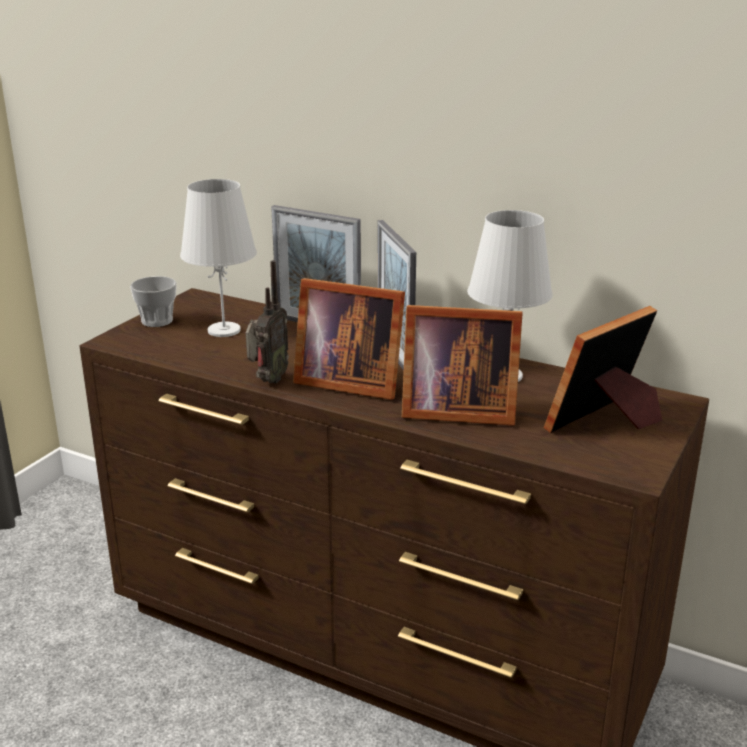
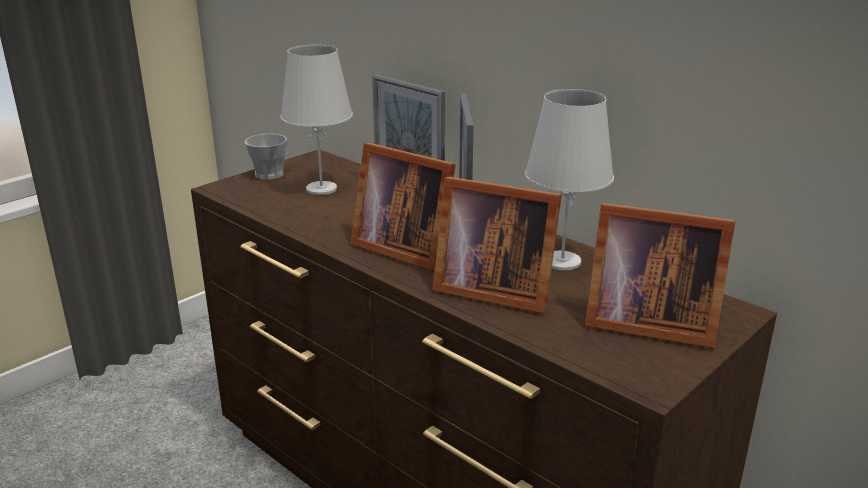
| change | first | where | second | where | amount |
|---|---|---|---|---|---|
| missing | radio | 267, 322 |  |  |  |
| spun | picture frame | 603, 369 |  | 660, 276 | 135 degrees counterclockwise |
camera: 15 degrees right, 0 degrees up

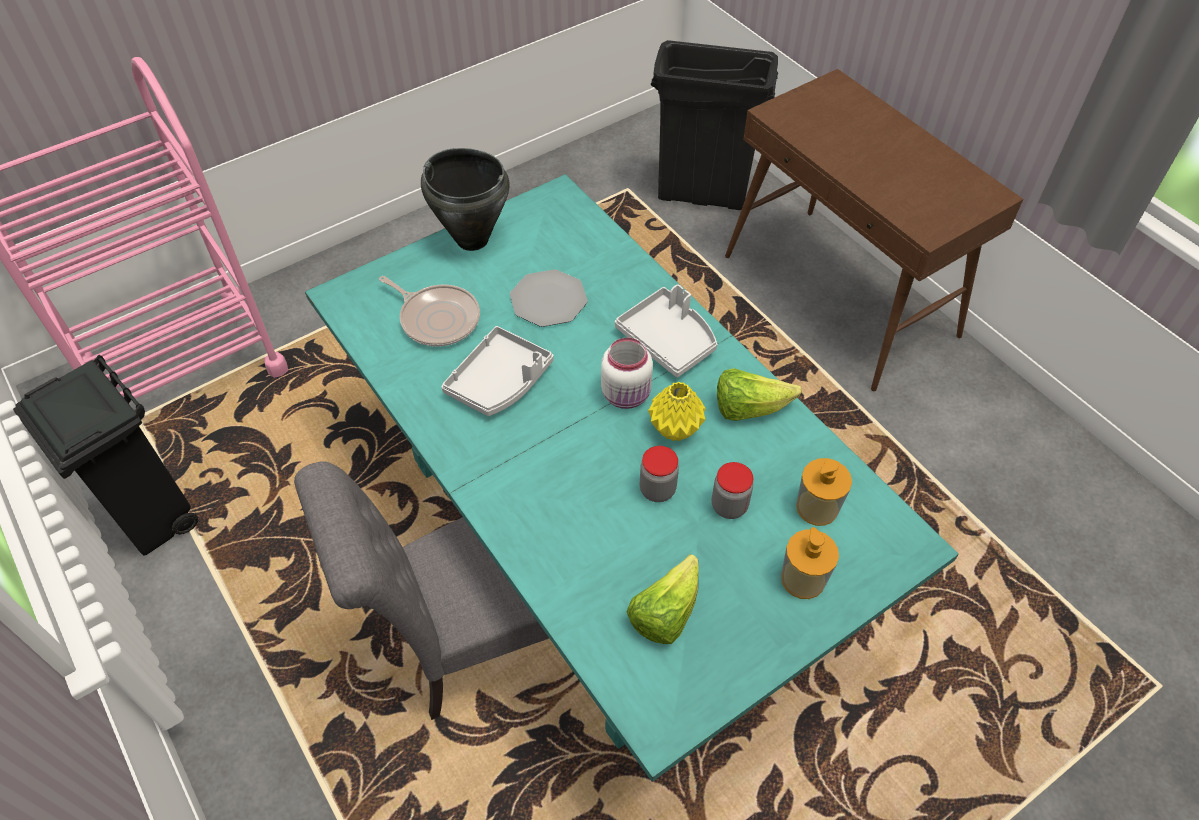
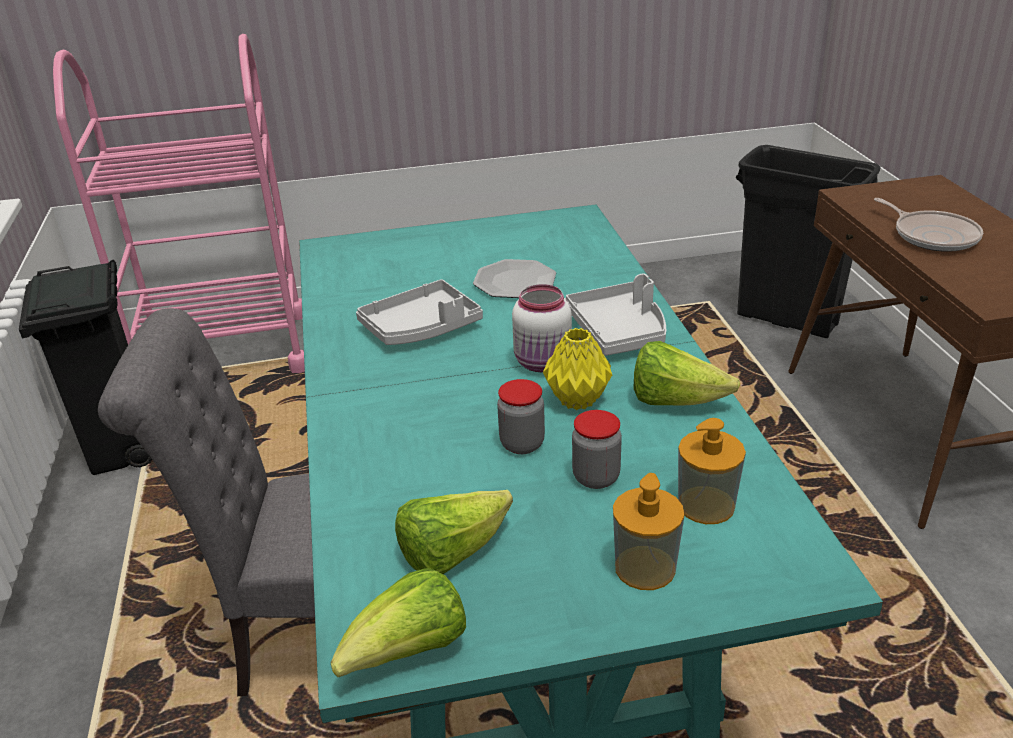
| change | first | where | second | where | amount |
|---|---|---|---|---|---|
| missing | cooking pot (black) | 465, 199 |  |  |  |
| appeared |  |  | lettuce | 398, 622 |  |
| relocated | frying pan | 429, 311 |  | 928, 225 |  |
camera: 25 degrees right, 20 degrees down

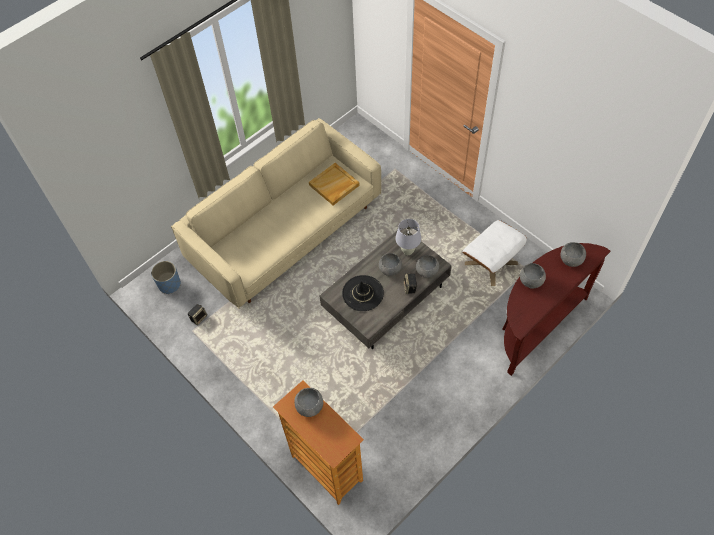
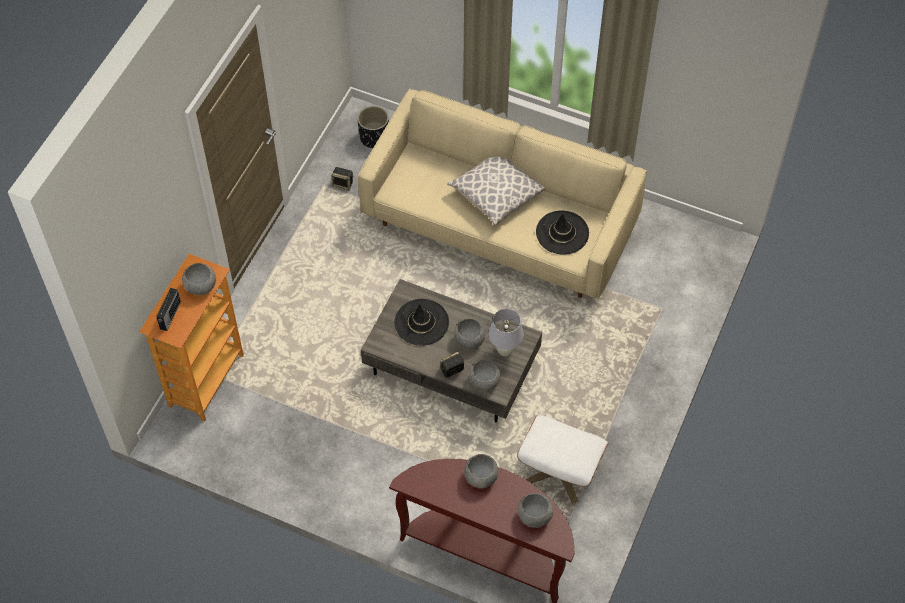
| change | first | where | second | where | amount |
|---|---|---|---|---|---|
| appeared |  |  | radio | 168, 309 |  |
| appeared |  |  | pillow | 496, 191 |  |
| exchanged | tray (beige) | 334, 184 | hat (black) | 562, 232 |  |
| colour | planter (blue) | 166, 277 | planter (black) | 373, 127 |  |
camera: 65 degrees right, 0 degrees up

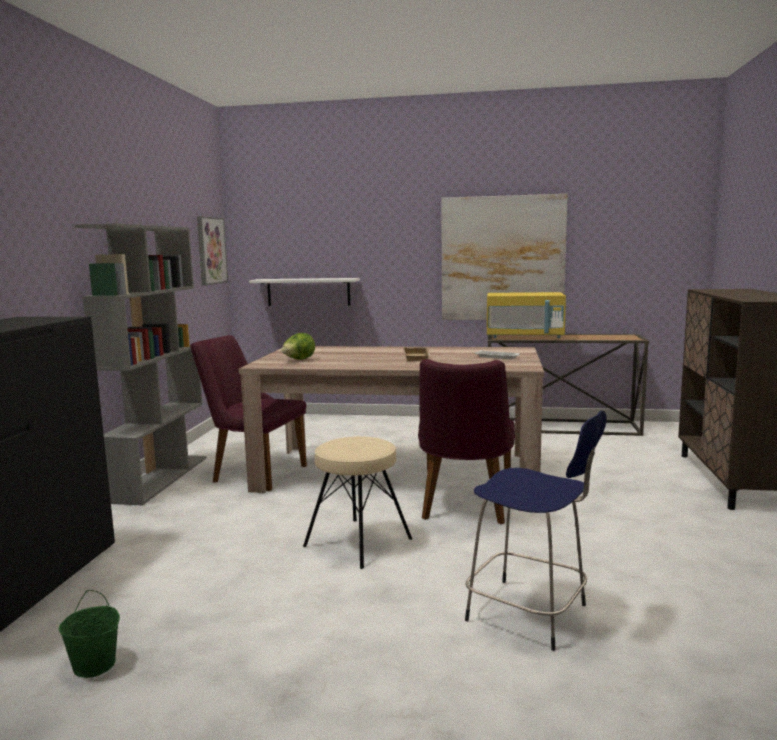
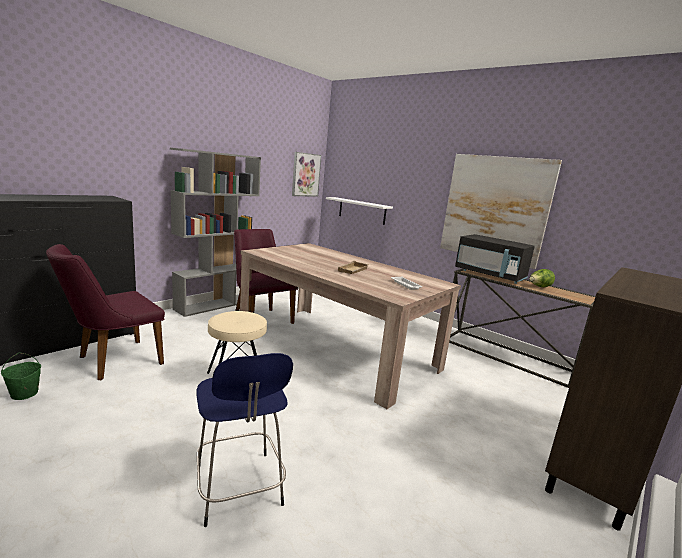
| change | first | where | second | where | amount |
|---|---|---|---|---|---|
| relocated | lettuce | 298, 346 |  | 542, 278 |  |
| relocated | chair (purple) | 466, 441 |  | 105, 312 |  |
| colour | microwave (yellow) | 526, 315 | microwave (black) | 495, 259 |  |
camera: 30 degrees right, 5 degrees up

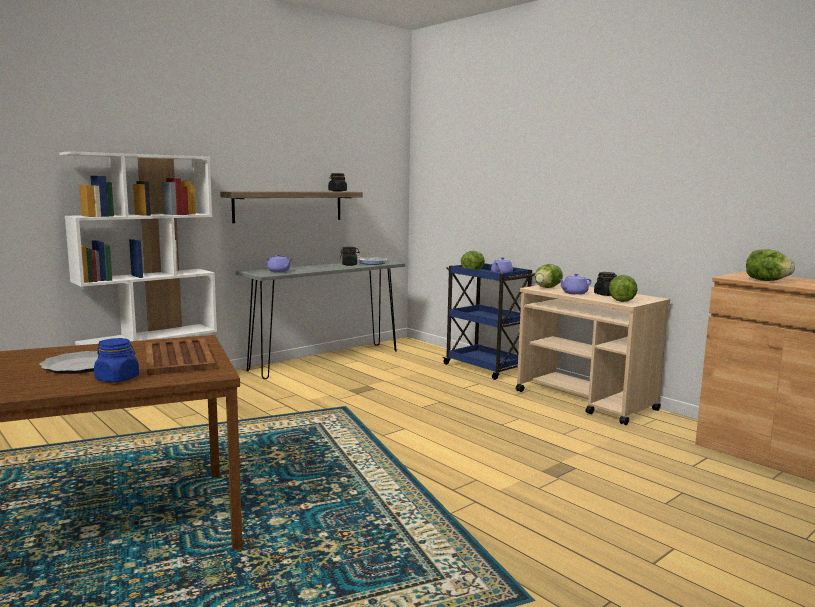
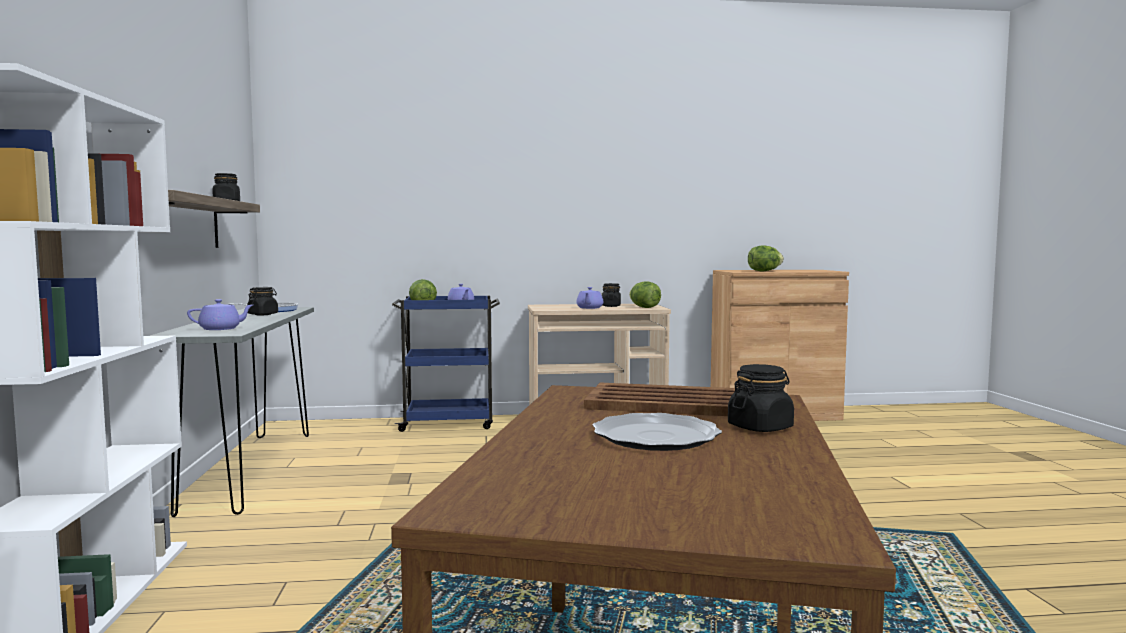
| change | first | where | second | where | amount |
|---|---|---|---|---|---|
| missing | lettuce | 549, 276 |  |  |  |
| colour | jar (blue) | 116, 360 | jar (black) | 761, 398 |  |
camera: 55 degrees left, 5 degrees down

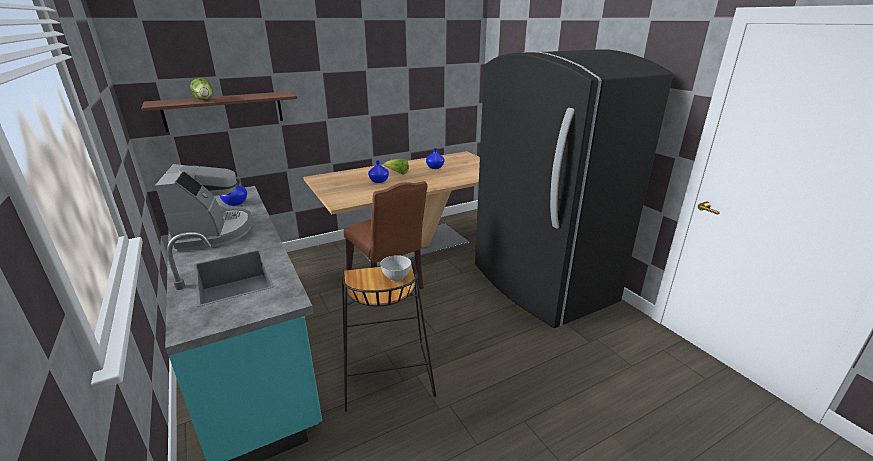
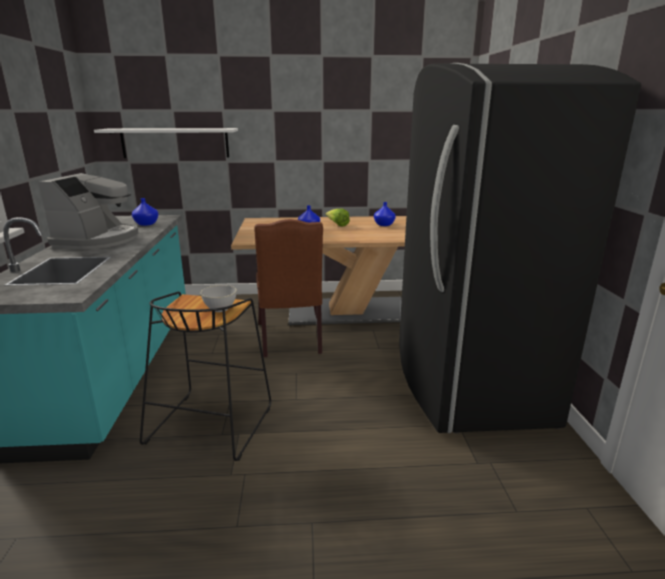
| change | first | where | second | where | amount |
|---|---|---|---|---|---|
| missing | lettuce | 201, 89 |  |  |  |
| colour | shelf (brown) | 219, 111 | shelf (white) | 166, 143 |  |
camera: 25 degrees right, 5 degrees down

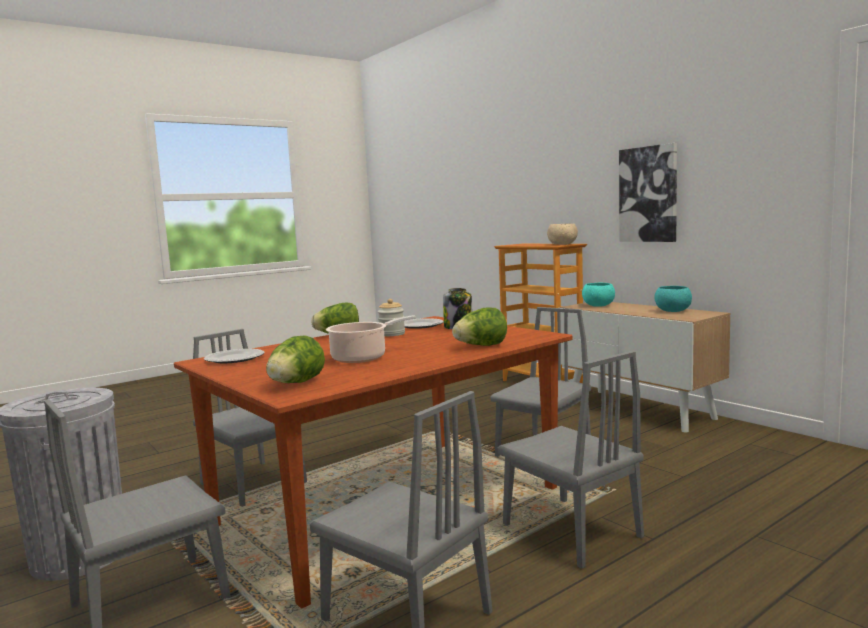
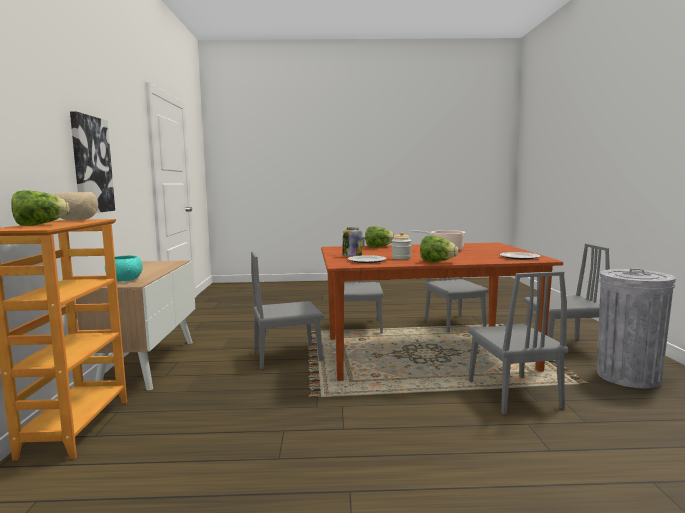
| change | first | where | second | where | amount |
|---|---|---|---|---|---|
| missing | bowl (turquoise) | 673, 299 |  |  |  |
| relocated | lettuce | 295, 359 |  | 40, 208 |  |
camera: 145 degrees left, 0 degrees up

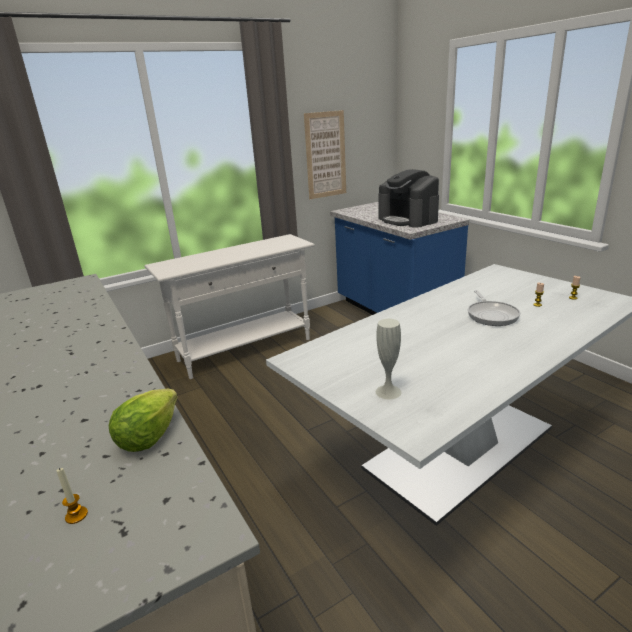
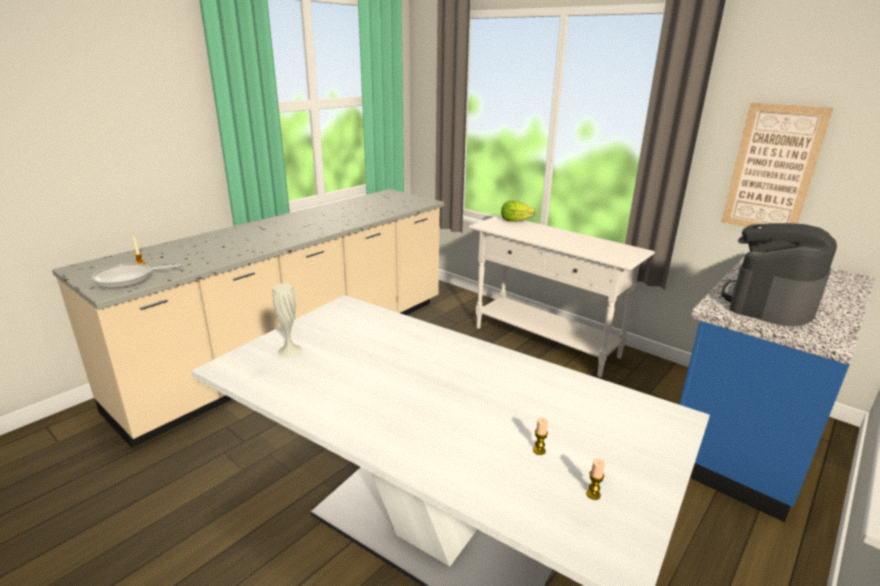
| change | first | where | second | where | amount |
|---|---|---|---|---|---|
| relocated | lettuce | 143, 420 |  | 518, 211 |  |
| relocated | frying pan | 494, 308 |  | 136, 275 |  |
camera: 70 degrees right, 0 degrees up

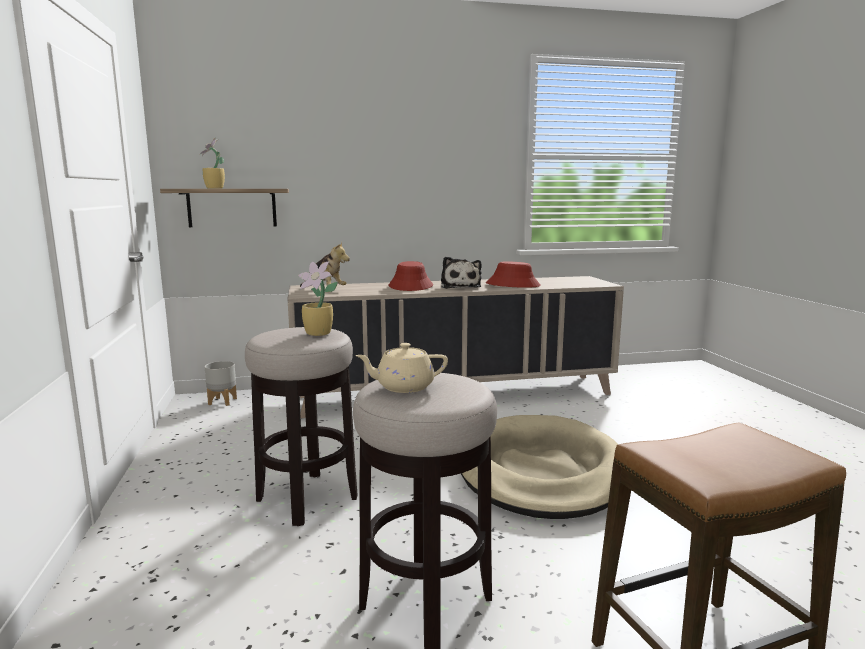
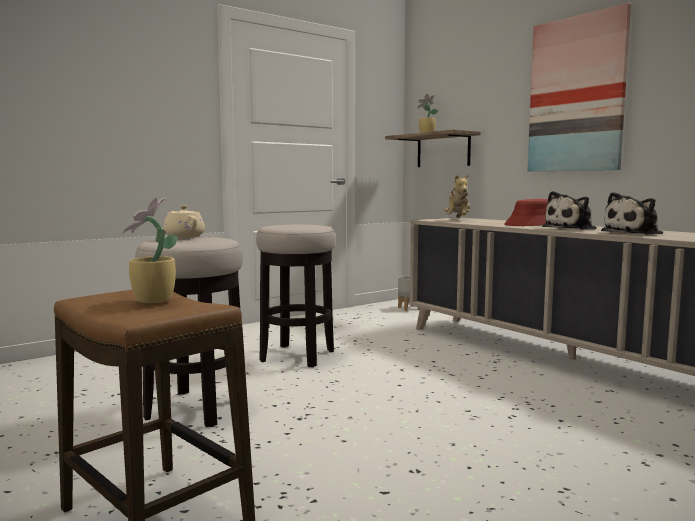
| change | first | where | second | where | amount |
|---|---|---|---|---|---|
| missing | dog bed (beige) | 539, 467 |  |  |  |
| appeared |  |  | picture | 579, 87 |  |
| relocated | potted plant | 318, 298 |  | 150, 250 |  |
| exchanged | hat (red) | 513, 274 | plush toy | 632, 213 |  |
camera: 65 degrees right, 5 degrees down

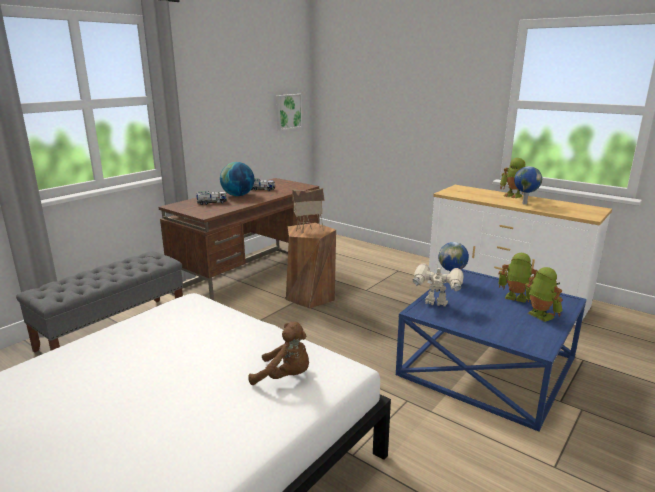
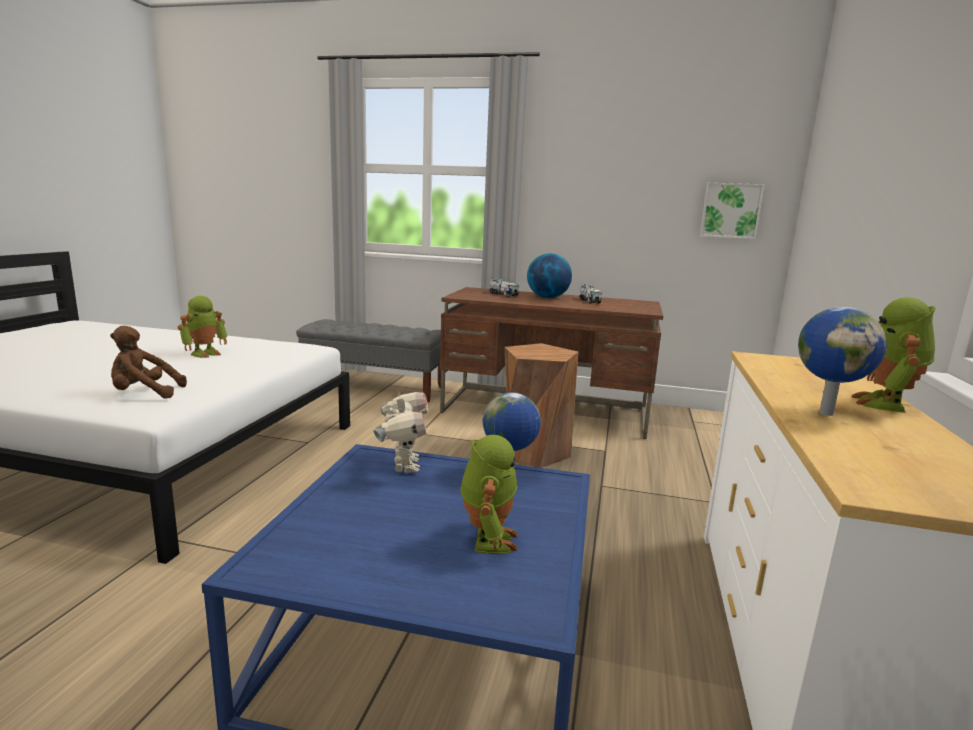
| change | first | where | second | where | amount |
|---|---|---|---|---|---|
| missing | toy house | 308, 210 |  |  |  |
| relocated | toy robot | 544, 294 |  | 202, 327 |  |
| spun | plush toy (brown) | 278, 353 |  | 148, 362 | 90 degrees clockwise |
camera: 65 degrees right, 5 degrees down

